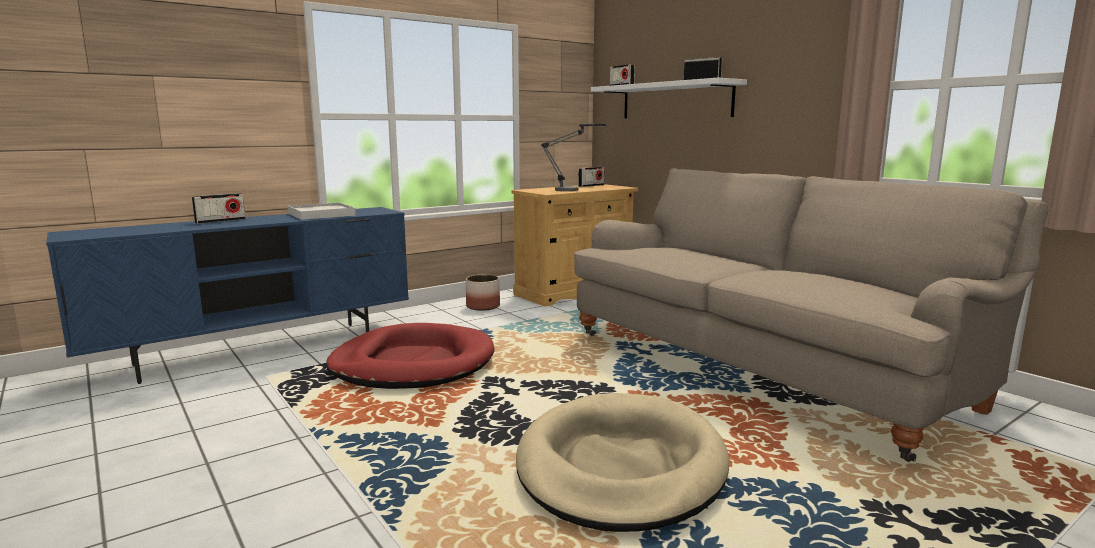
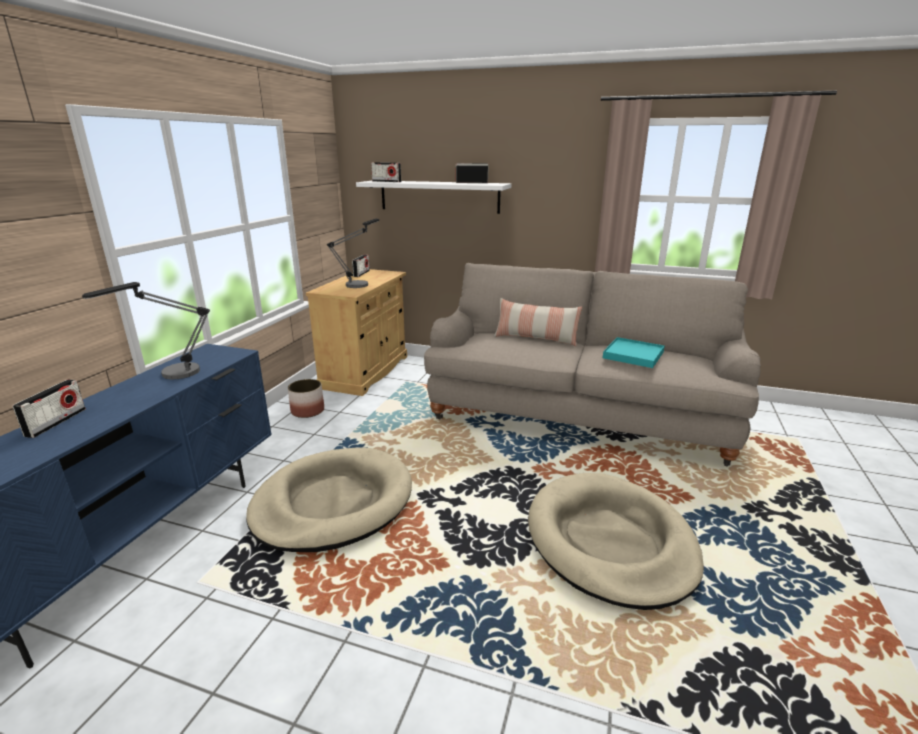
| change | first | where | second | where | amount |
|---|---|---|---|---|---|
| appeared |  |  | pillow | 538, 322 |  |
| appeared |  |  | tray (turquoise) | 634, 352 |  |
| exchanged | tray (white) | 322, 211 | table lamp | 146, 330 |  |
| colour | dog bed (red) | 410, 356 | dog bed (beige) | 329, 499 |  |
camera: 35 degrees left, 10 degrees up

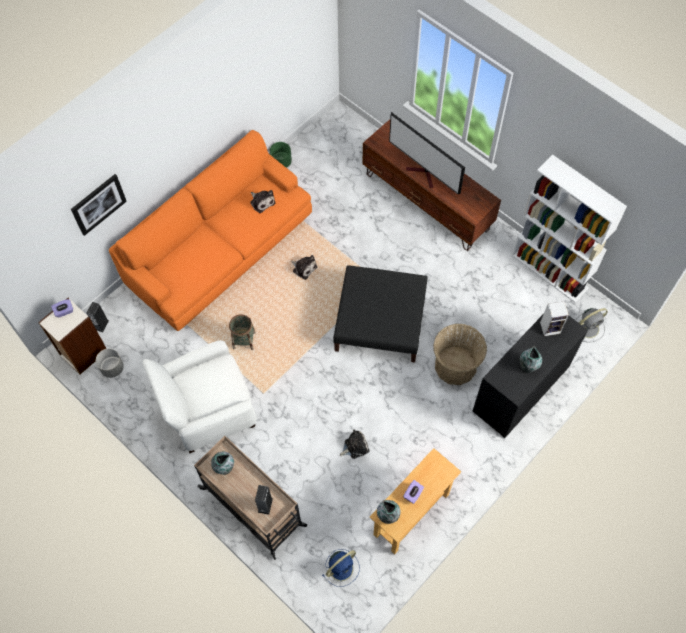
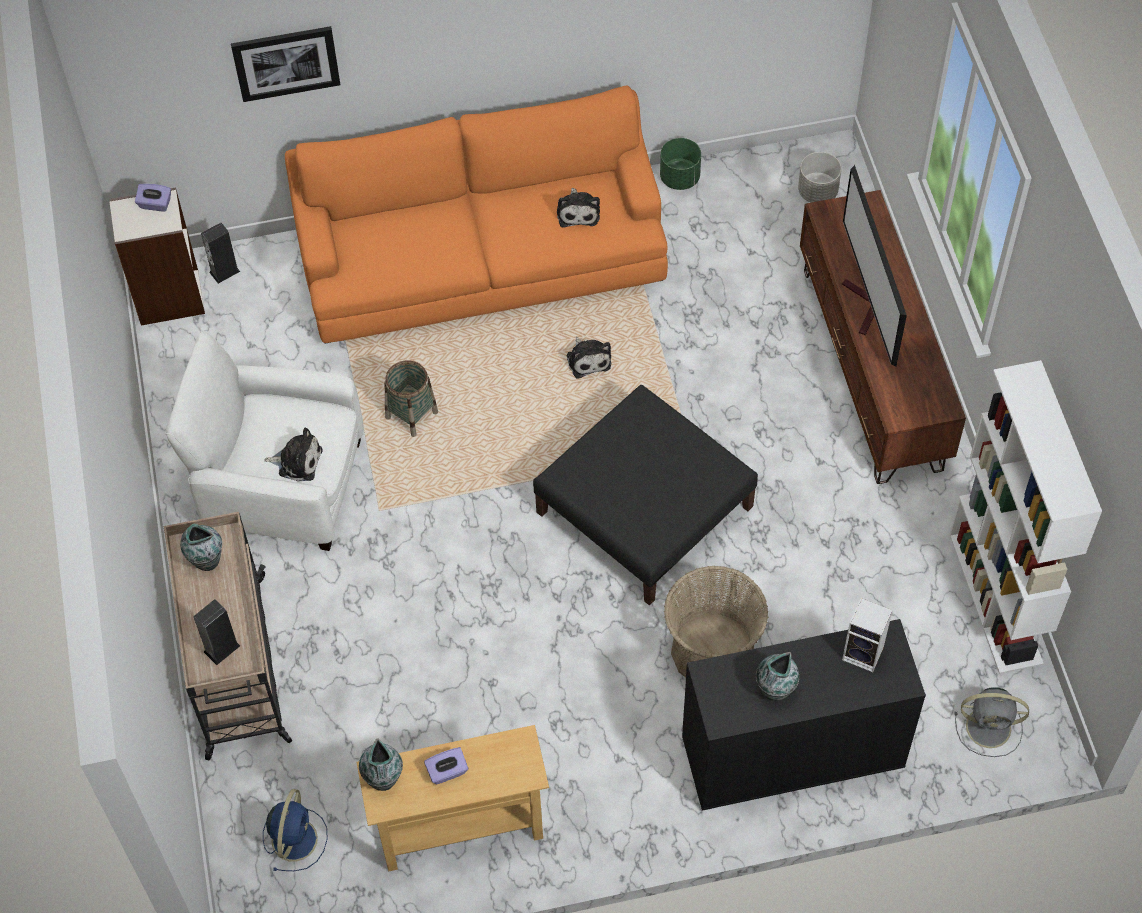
| change | first | where | second | where | amount |
|---|---|---|---|---|---|
| relocated | planter (grey) | 110, 363 |  | 820, 177 |  |
| relocated | plush toy | 355, 444 |  | 293, 454 |  |
| spun | fan (blue) | 341, 568 |  | 295, 830 | 75 degrees counterclockwise |
camera: 35 degrees right, 5 degrees down

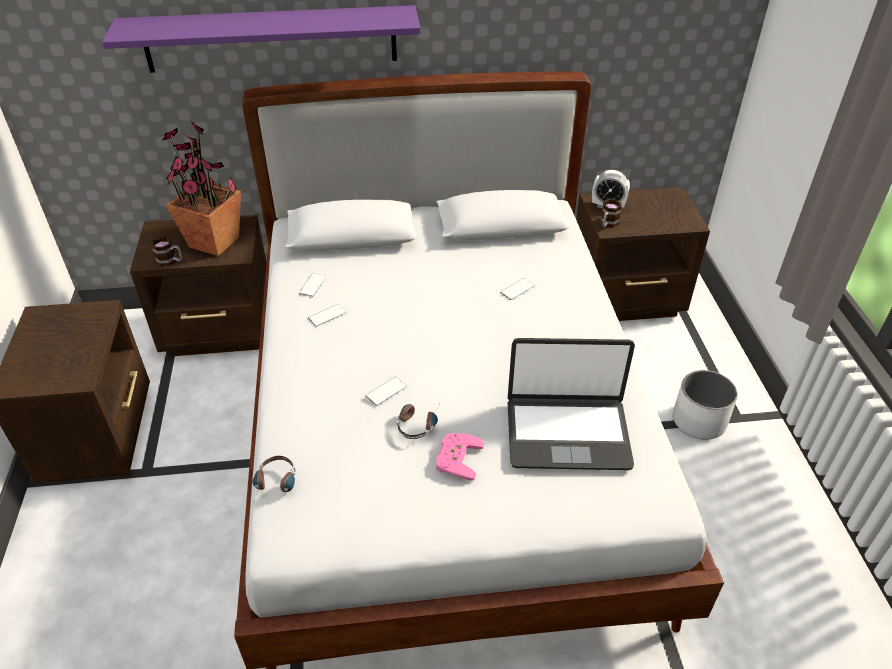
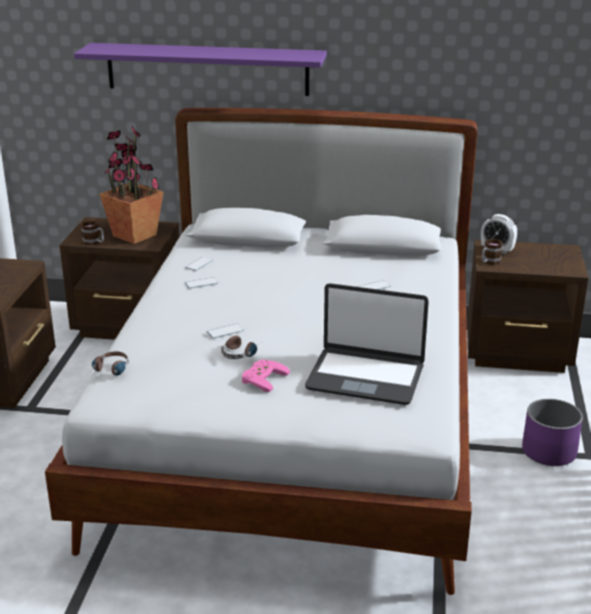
| change | first | where | second | where | amount |
|---|---|---|---|---|---|
| colour | planter (white) | 705, 405 | planter (purple) | 552, 432 |  |
camera: 15 degrees right, 15 degrees down

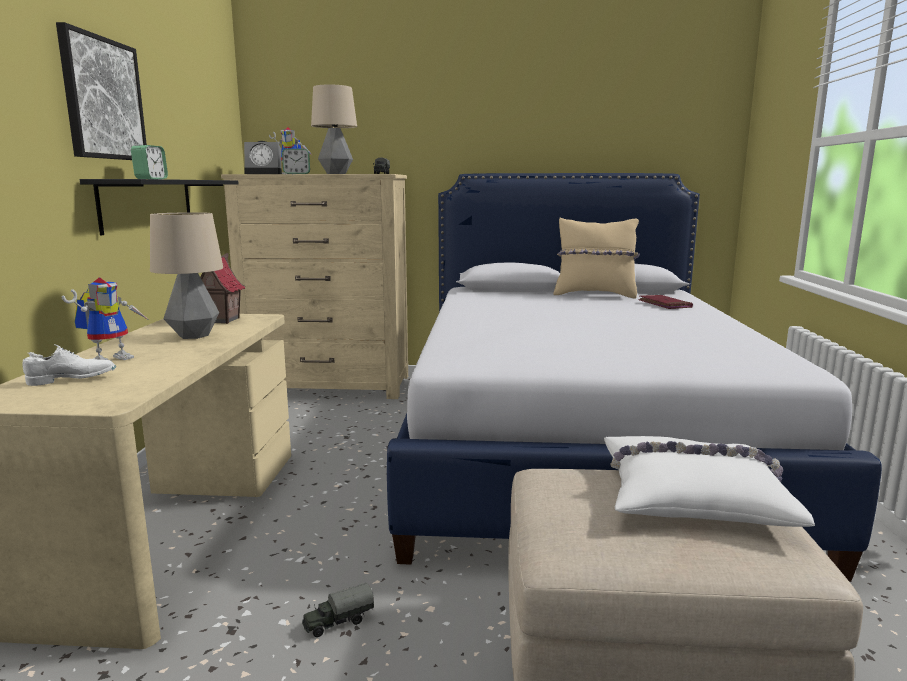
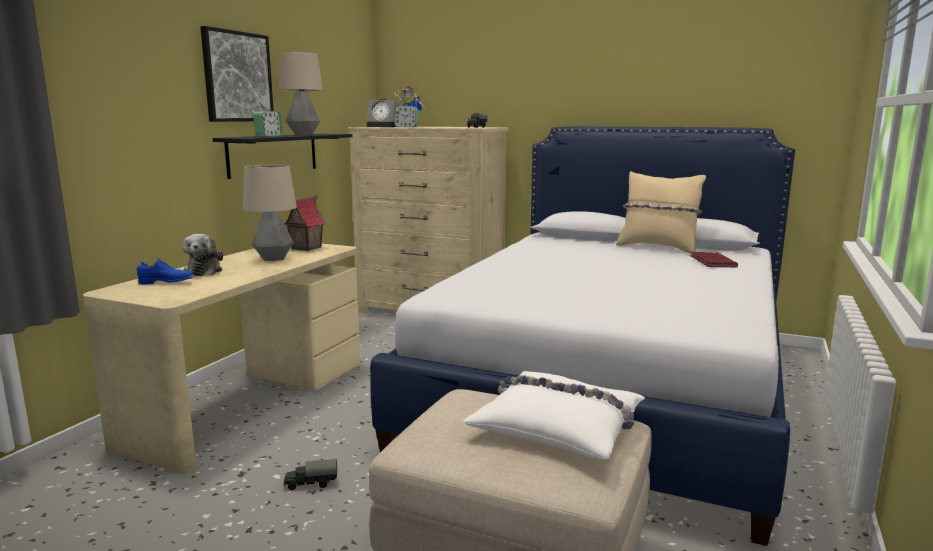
| change | first | where | second | where | amount |
|---|---|---|---|---|---|
| relocated | table lamp | 334, 129 |  | 301, 93 |  |
| exchanged | toy robot | 105, 320 | plush toy | 203, 255 |  |
| colour | shoe (white) | 69, 365 | shoe (blue) | 166, 271 |  |
camera: 20 degrees right, 0 degrees up

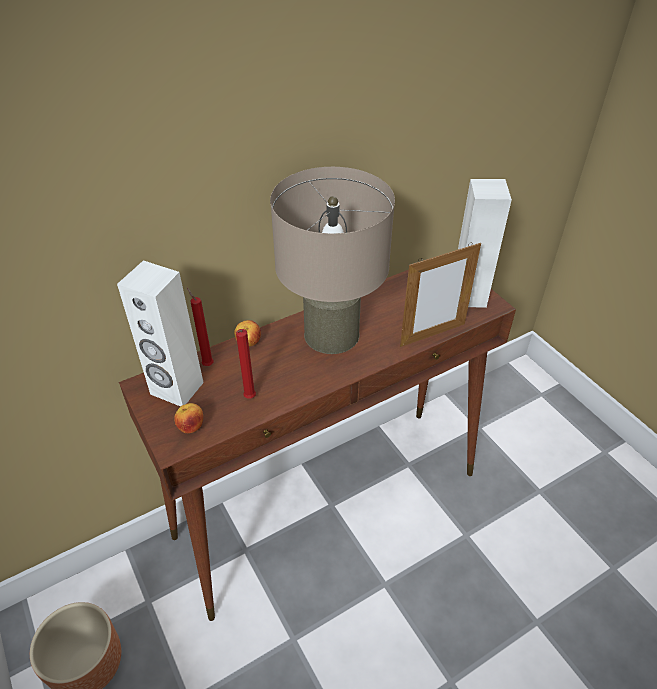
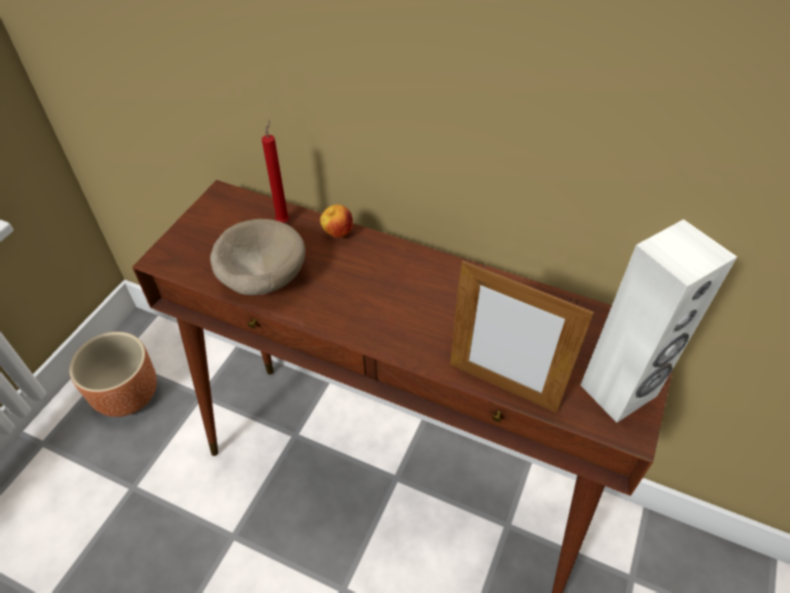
| change | first | where | second | where | amount |
|---|---|---|---|---|---|
| missing | speaker (white) | 160, 333 |  |  |  |
| missing | apple | 188, 418 |  |  |  |
| missing | table lamp (beige) | 332, 260 |  |  |  |
| exchanged | candle (red) | 246, 364 | bowl (beige) | 257, 257 |  |
camera: 55 degrees right, 5 degrees up

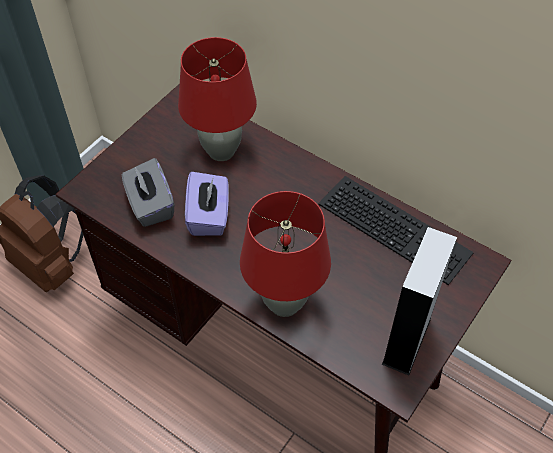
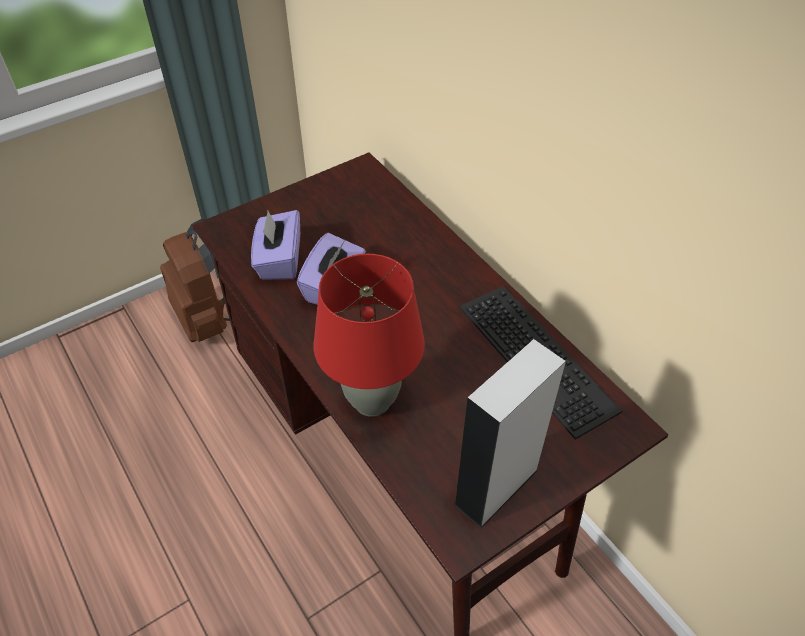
| change | first | where | second | where | amount |
|---|---|---|---|---|---|
| missing | table lamp (red) | 217, 99 |  |  |  |
| colour | tissue box (grey) | 148, 192 | tissue box (purple) | 275, 245 |  |
camera: 20 degrees right, 5 degrees down

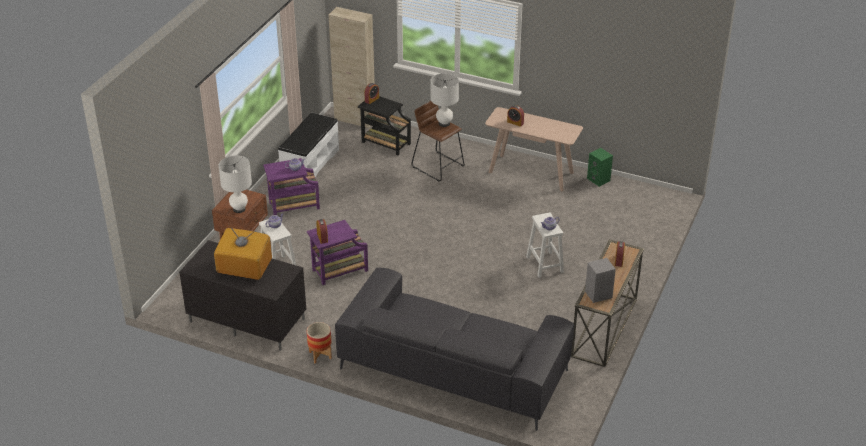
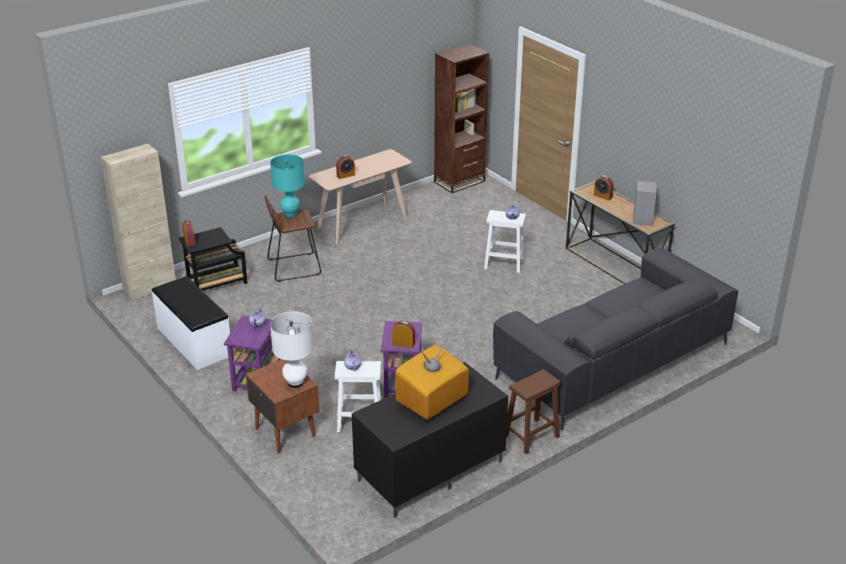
| change | first | where | second | where | amount |
|---|---|---|---|---|---|
| missing | speaker (green) | 600, 167 |  |  |  |
| appeared |  |  | bookcase (brown) | 461, 118 |  |
| exchanged | planter | 319, 343 | stool (brown) | 533, 411 |  |
| colour | table lamp (white) | 445, 100 | table lamp (turquoise) | 287, 186 |  |
camera: 60 degrees left, 5 degrees down

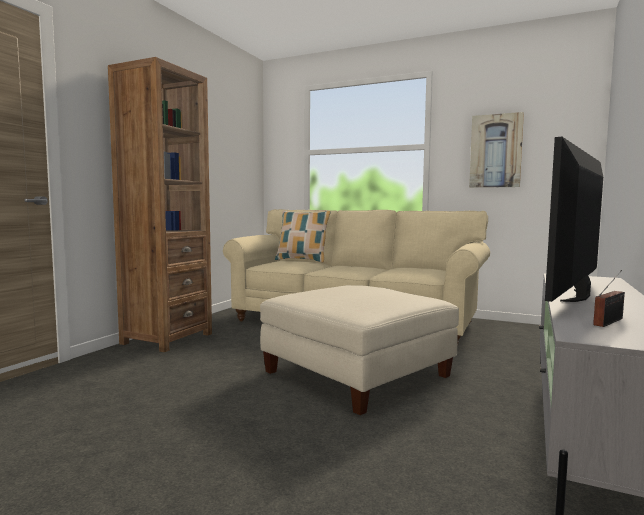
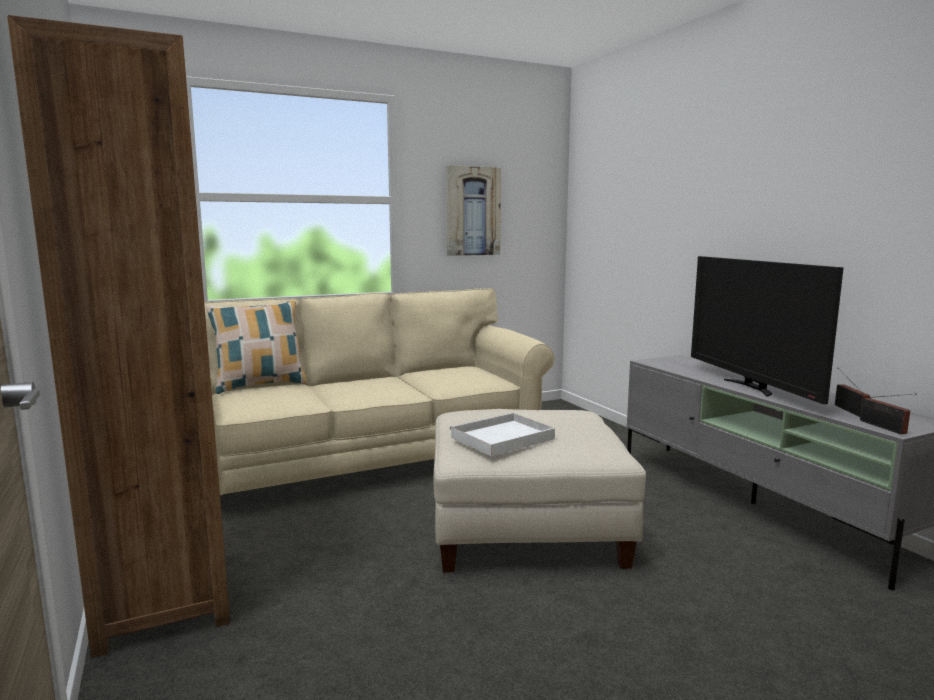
| change | first | where | second | where | amount |
|---|---|---|---|---|---|
| appeared |  |  | tray (white) | 502, 434 |  |
| appeared |  |  | radio | 888, 413 |  |
camera: 50 degrees left, 5 degrees up

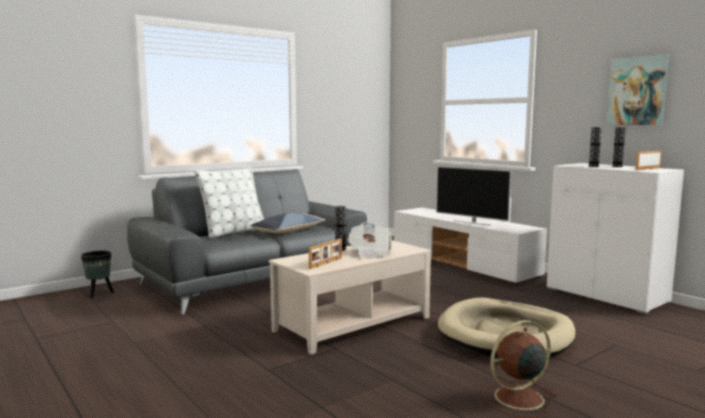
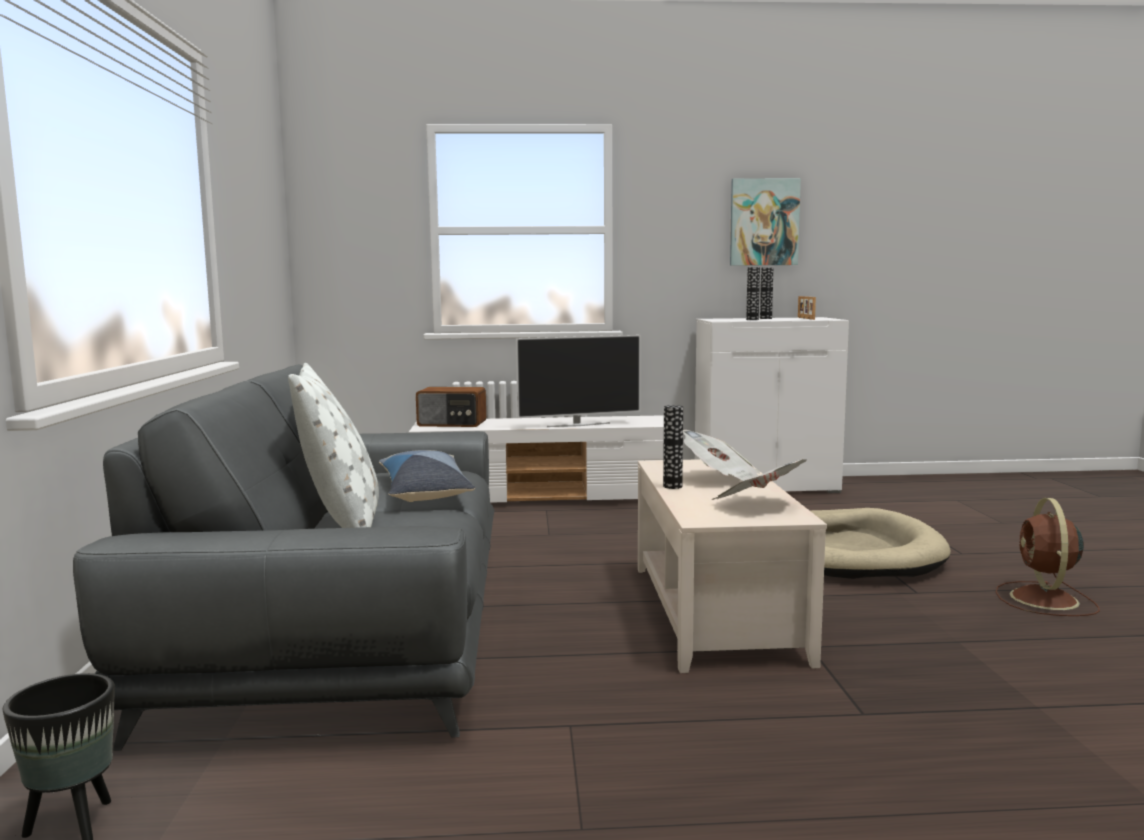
| change | first | where | second | where | amount |
|---|---|---|---|---|---|
| appeared |  |  | radio | 451, 407 |  |
| exchanged | picture frame | 325, 253 | newspaper | 759, 479 |  |
camera: 55 degrees left, 0 degrees up

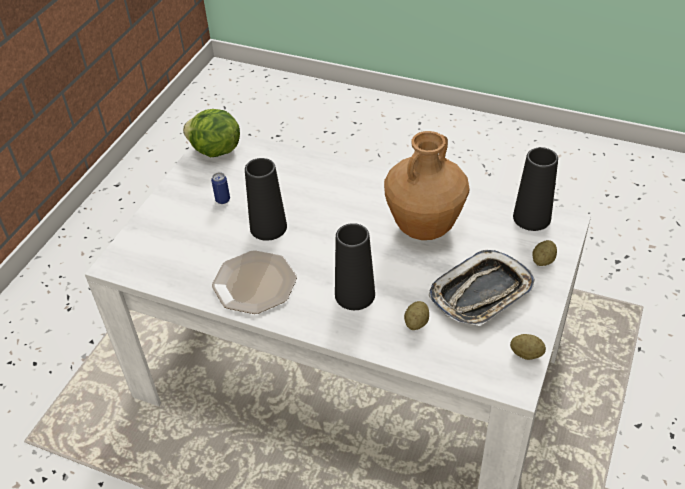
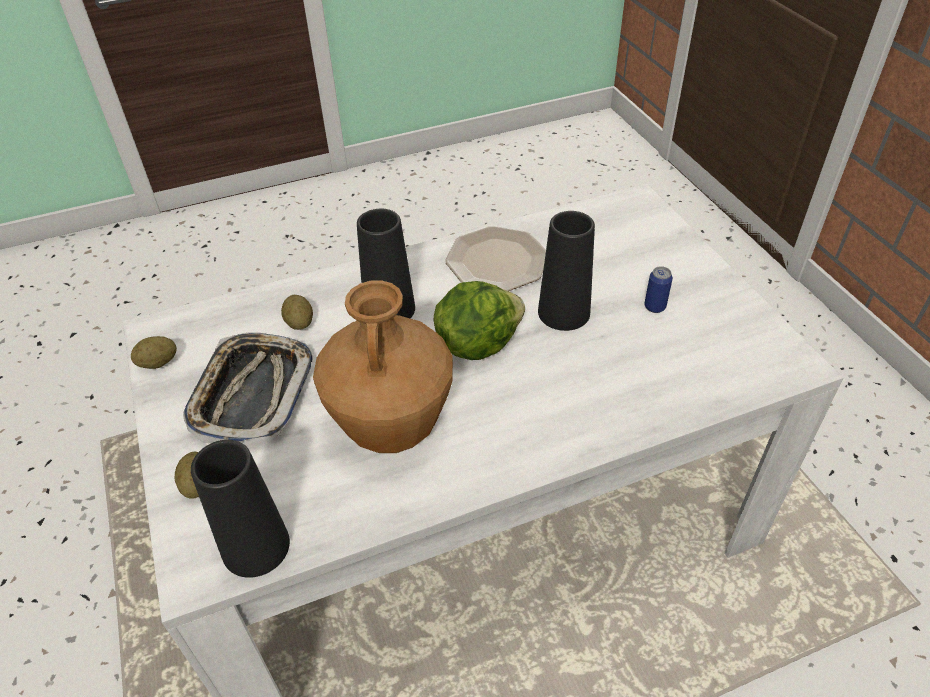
| change | first | where | second | where | amount |
|---|---|---|---|---|---|
| relocated | lettuce | 211, 133 |  | 479, 320 |  |
camera: 135 degrees right, 0 degrees up

